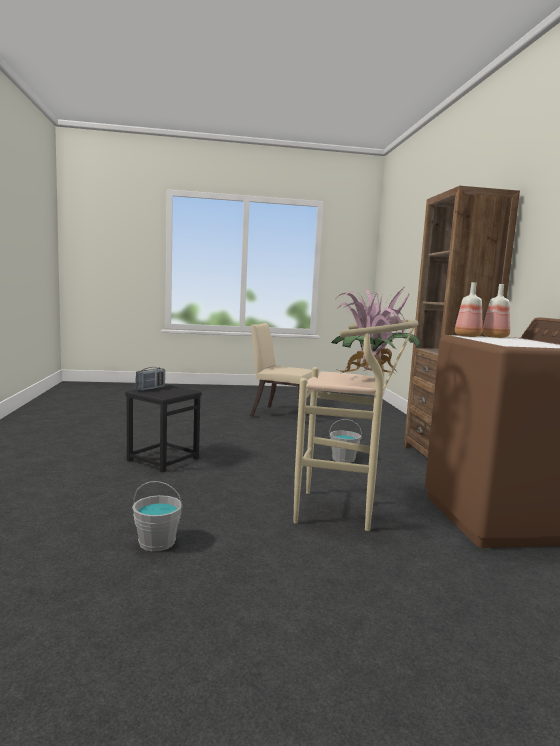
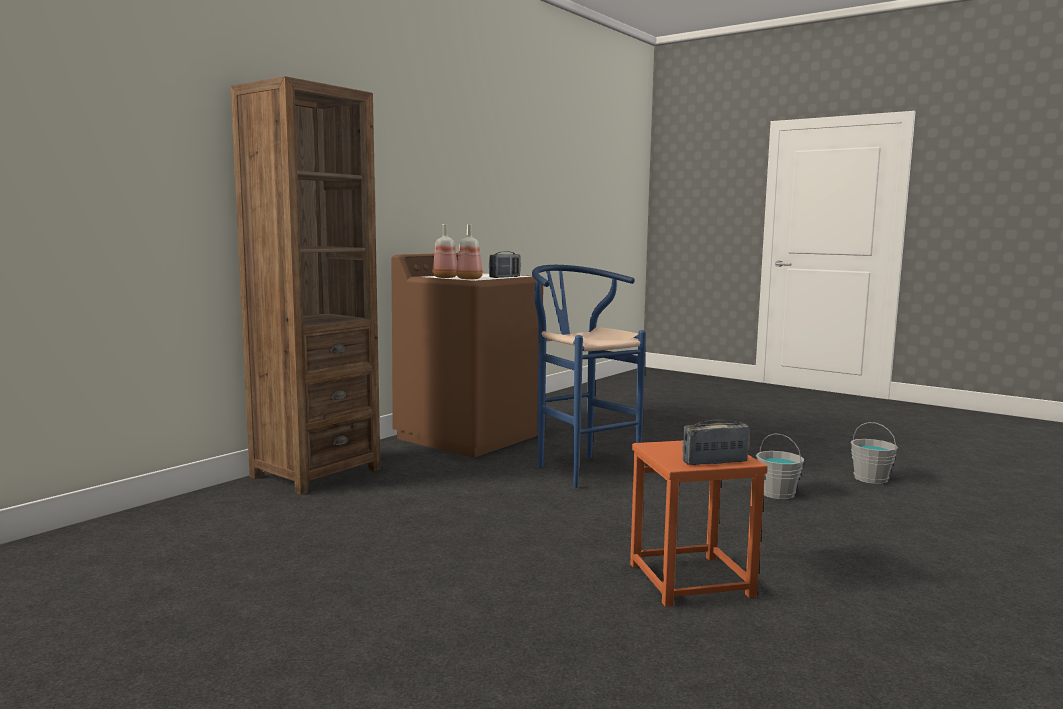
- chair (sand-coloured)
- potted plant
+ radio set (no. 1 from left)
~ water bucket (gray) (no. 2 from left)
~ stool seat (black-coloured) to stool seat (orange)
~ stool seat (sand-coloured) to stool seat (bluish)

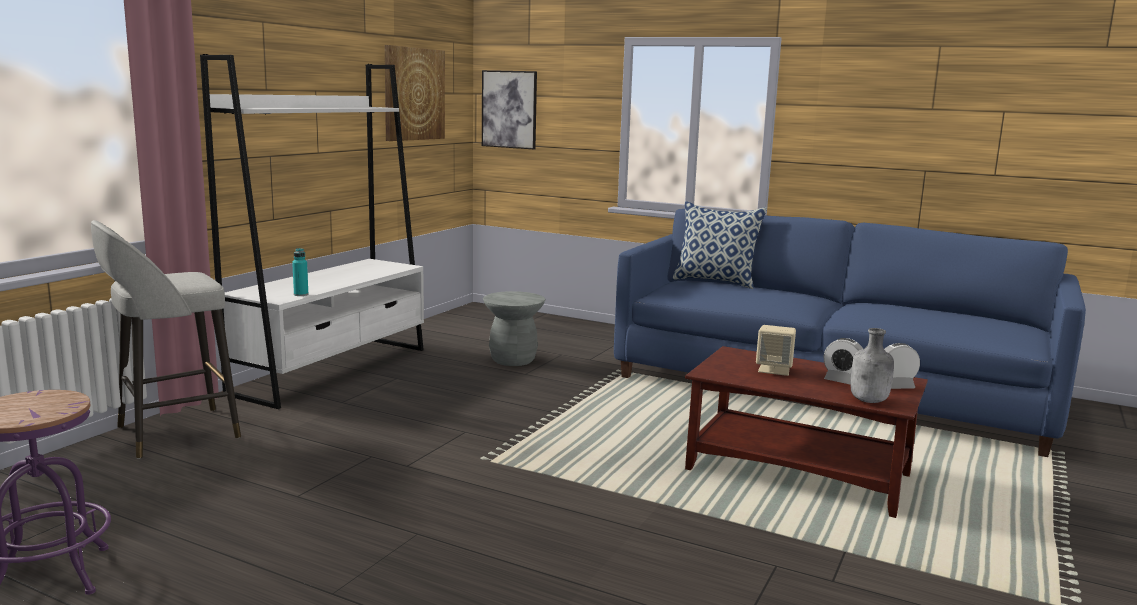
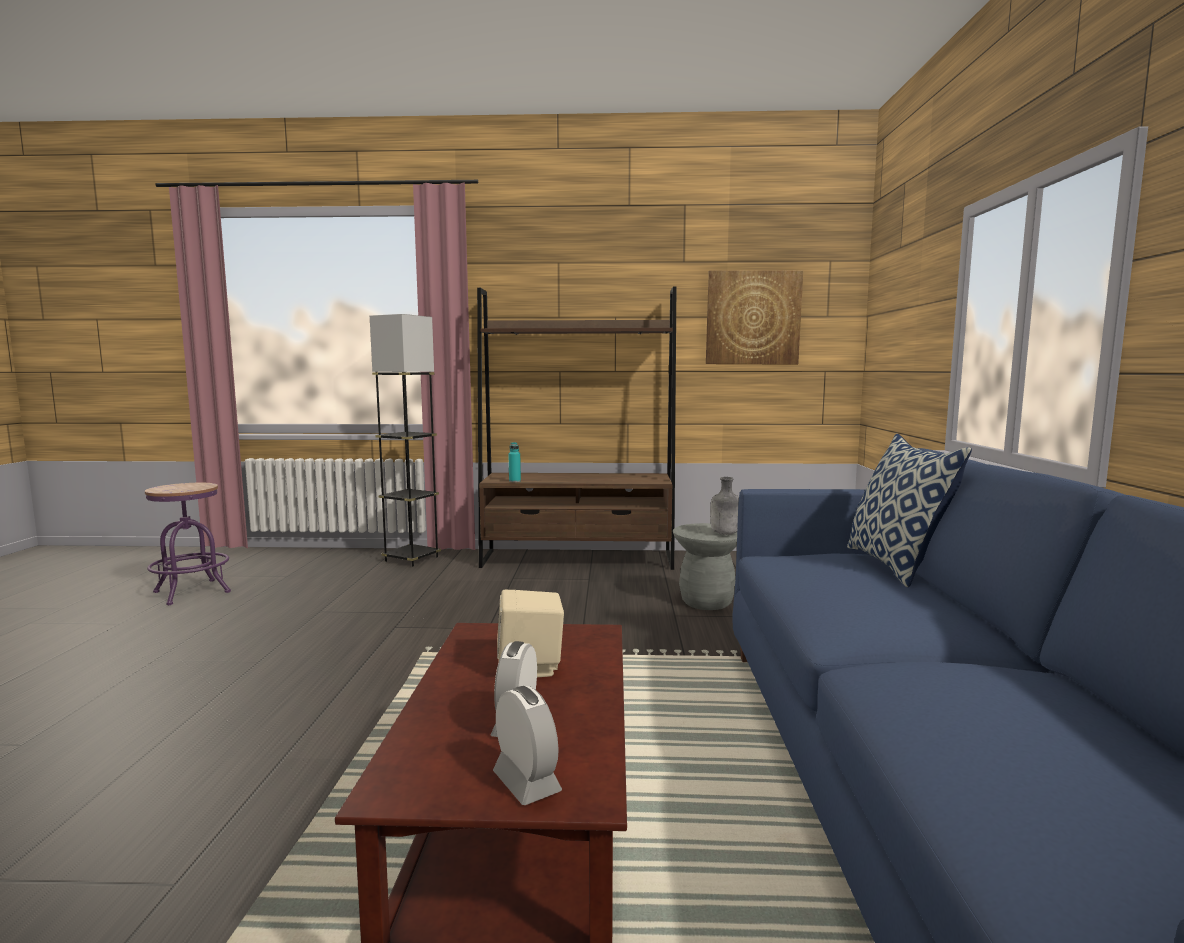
- wall picture (no. 2 from left)
~ beverage bottle (gray)
~ stool seat (gray) (no. 1 from left) to standing lamp (gray)
~ shelving unit (white) to shelving unit (brownish)

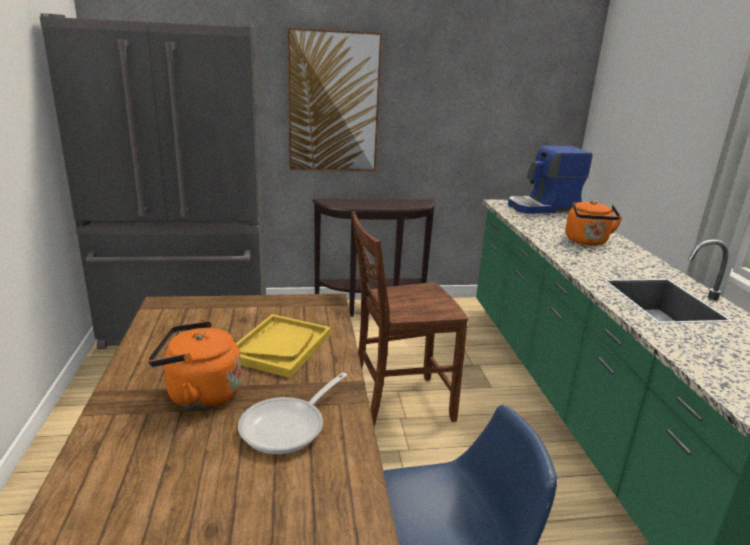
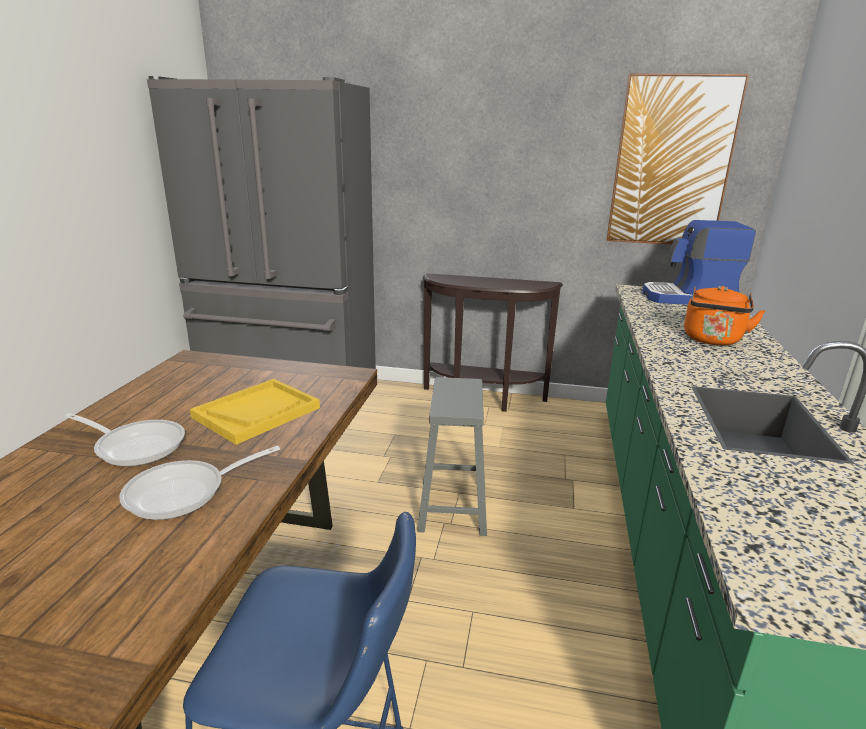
~ wall picture
~ tea kettle (orange) (no. 1 from left) to frying pan (no. 1 from left)
~ chair (brownish) to stool seat (gray)

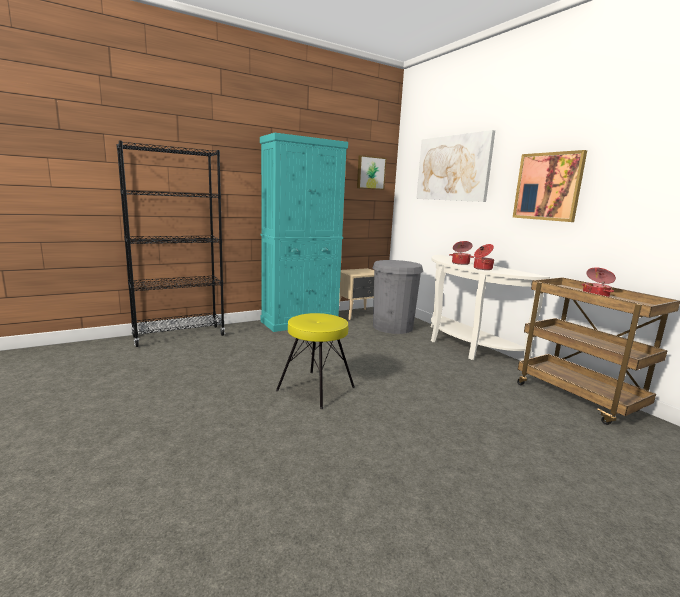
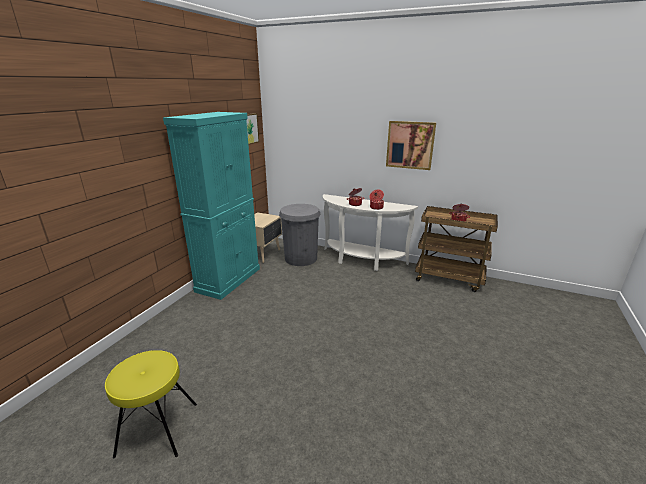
- shelving unit (black-coloured)
- wall picture (no. 2 from left)
~ stool seat (yellow-coloured)

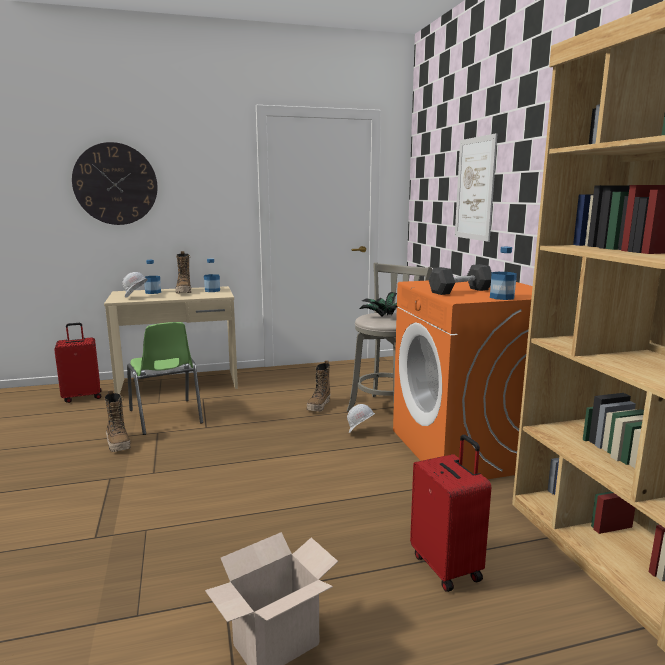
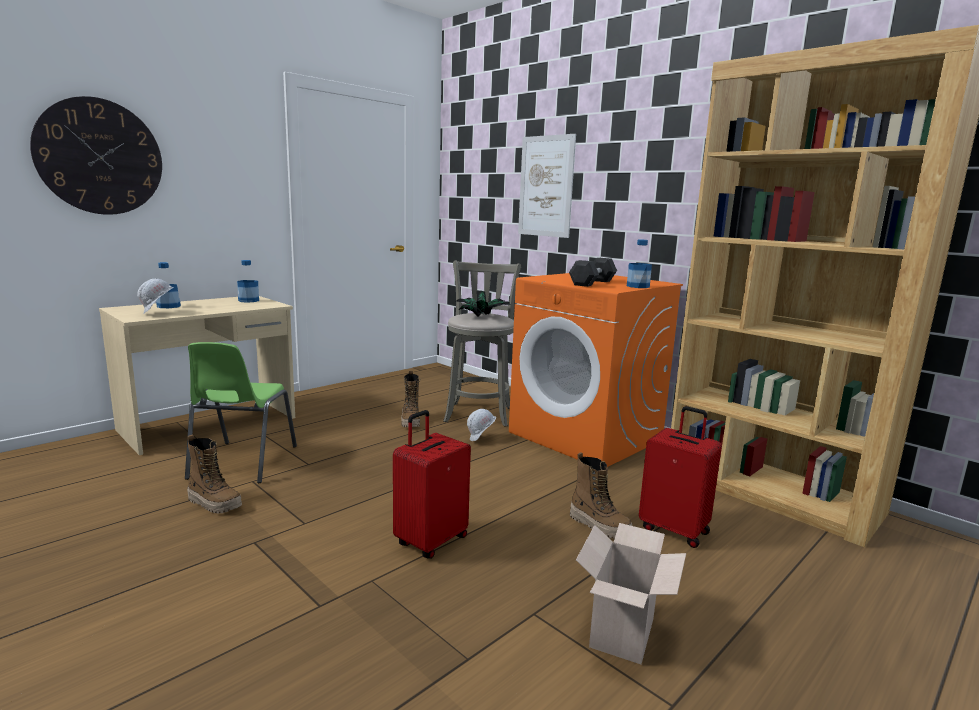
~ suitcase (red-coloured) (no. 1 from left)
~ tall boot (no. 2 from left in the first image) to tall boot (no. 3 from left)
~ chair (green-coloured) 60 degrees clockwise

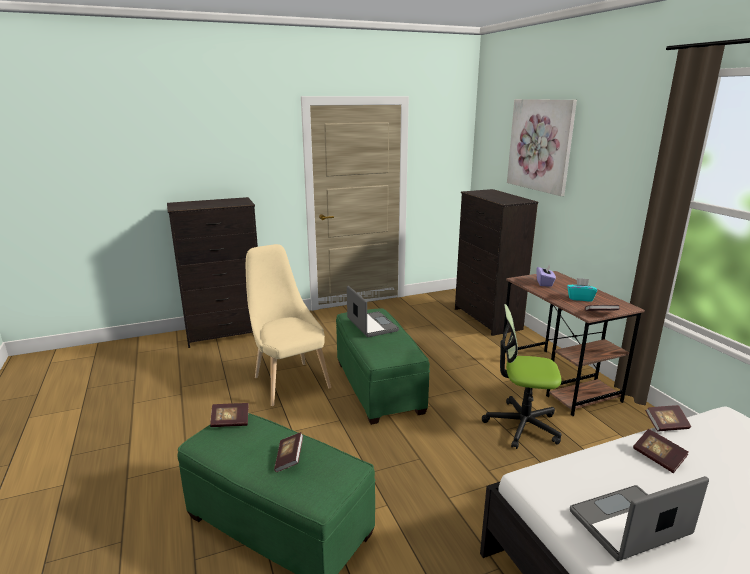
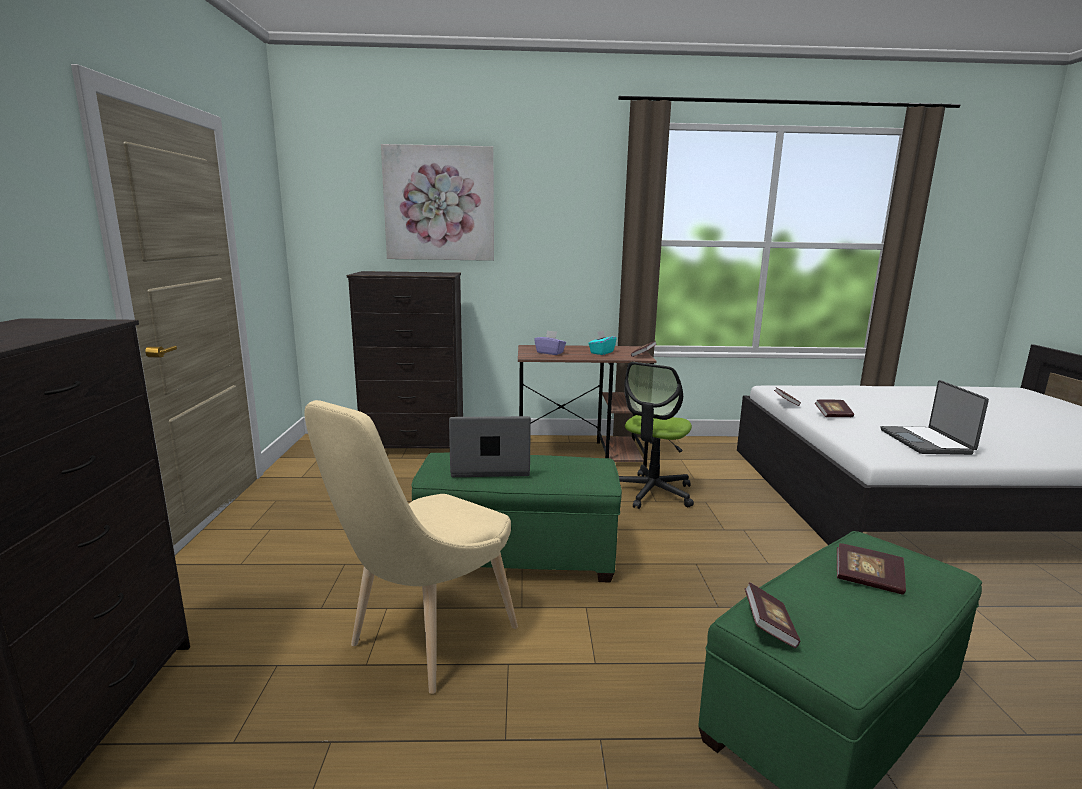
~ chair (sand-coloured) 45 degrees counterclockwise

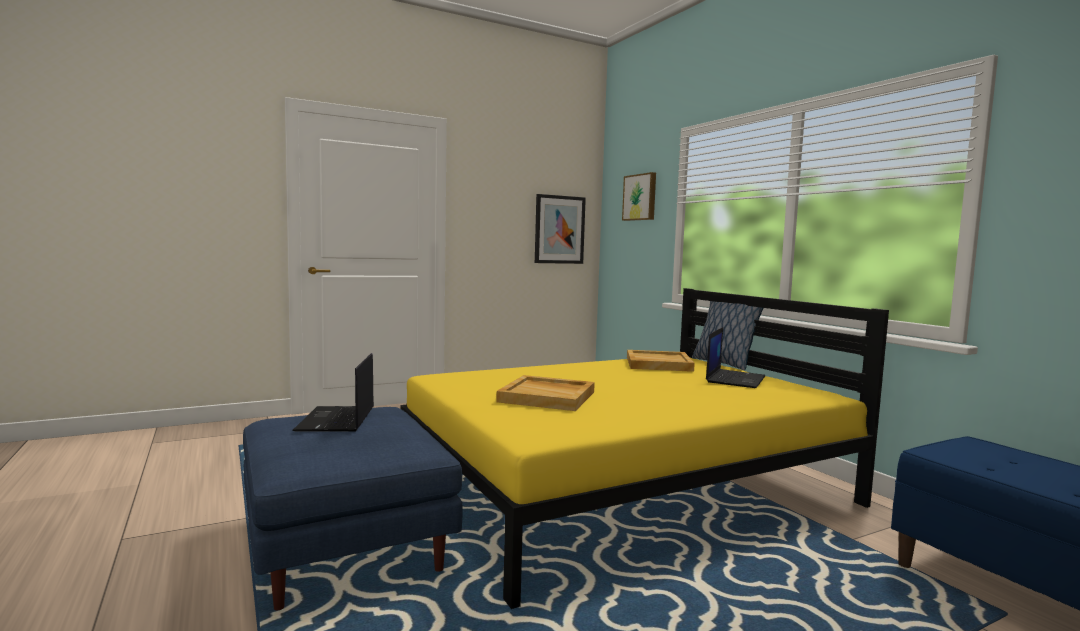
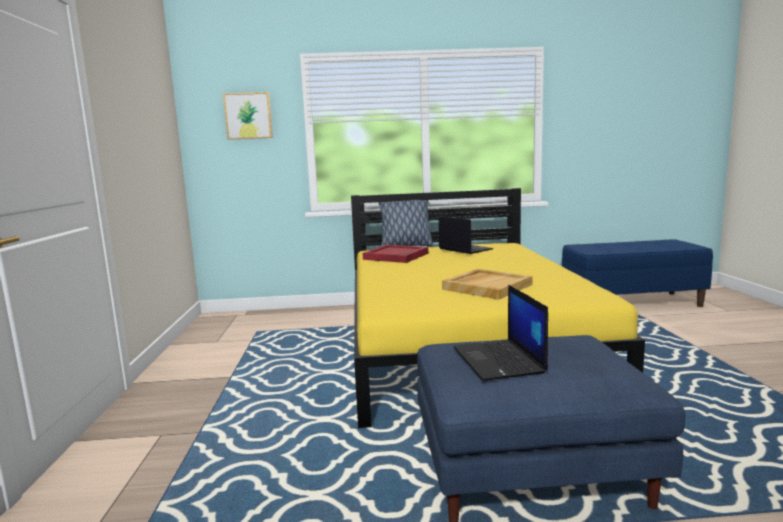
- wall picture (no. 1 from left)
~ serving tray (sand-coloured) (no. 2 from left) to serving tray (red-coloured)
~ portable computer (no. 1 from left in the first image) 60 degrees clockwise

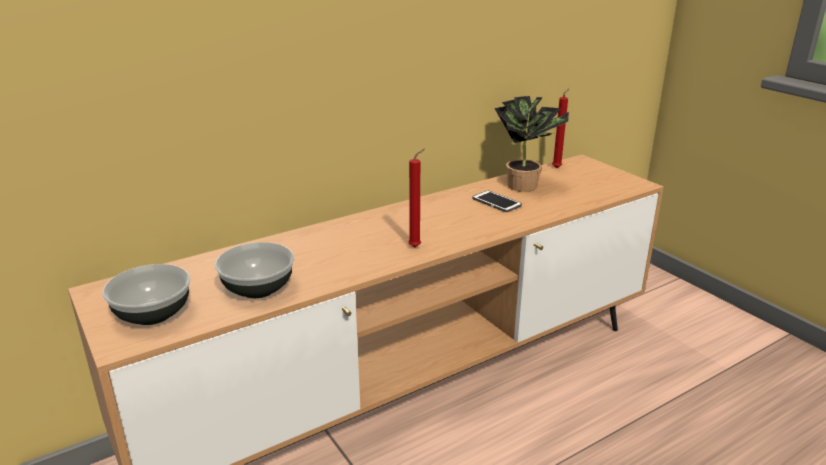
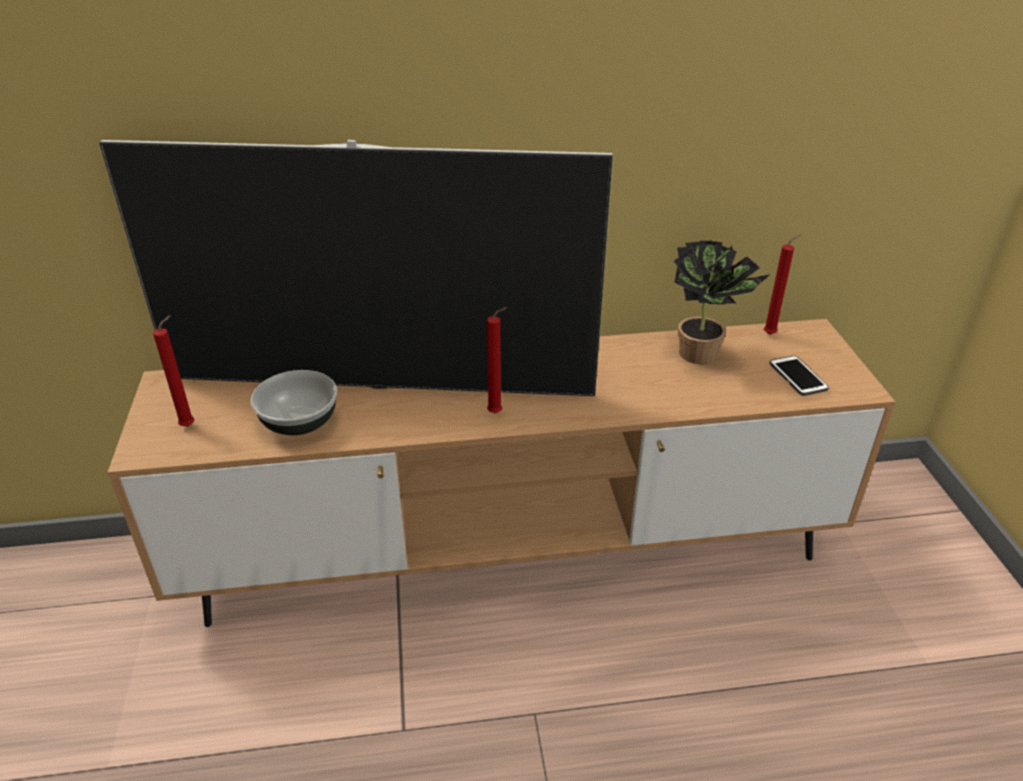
+ TV
~ telephone
~ serving bowl (no. 1 from left) to candle (red-coloured) (no. 1 from left)

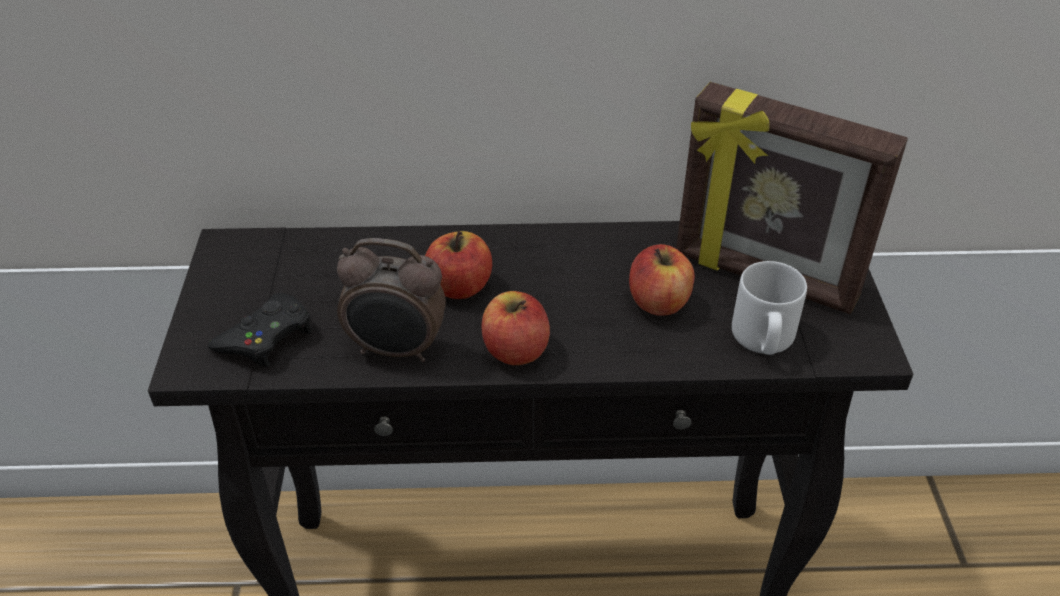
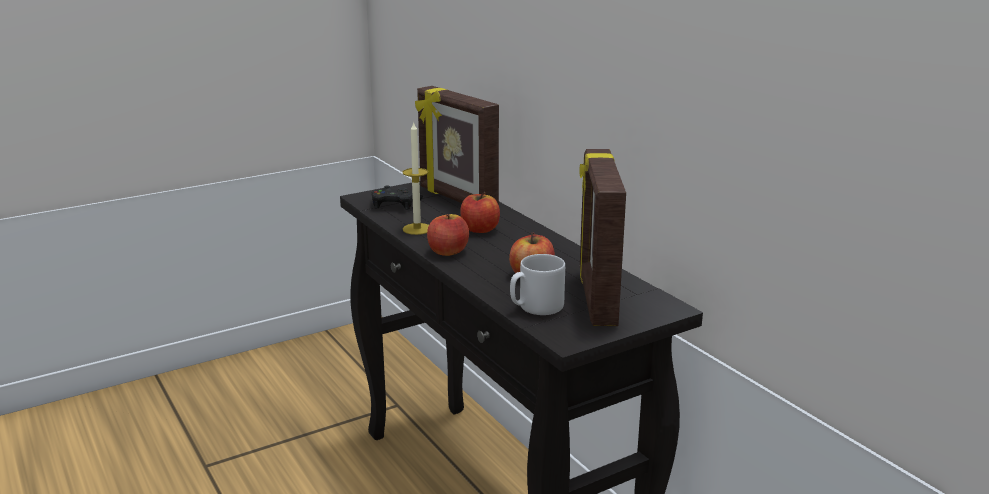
+ photo frame (no. 1 from left)
~ table clock to candle

